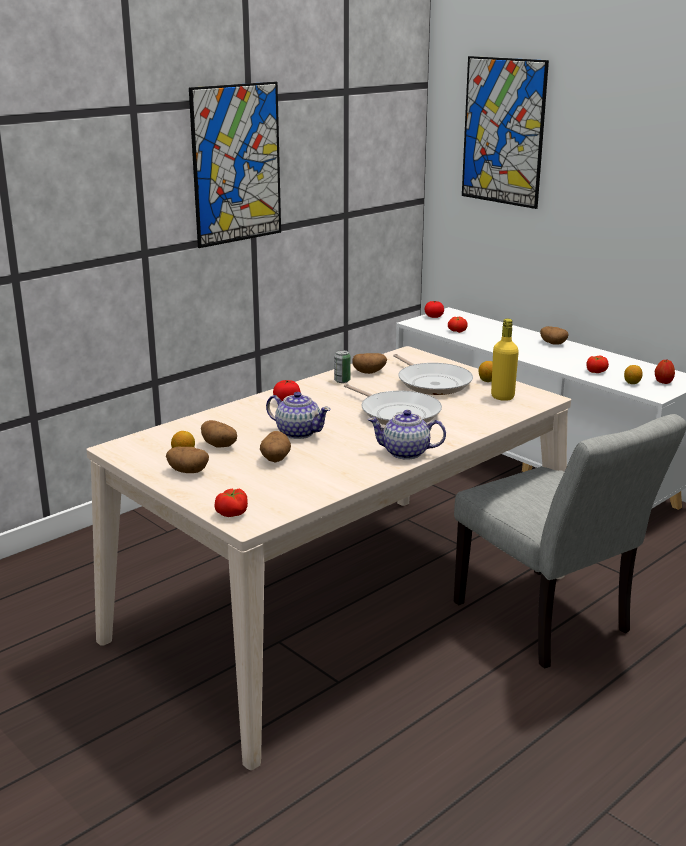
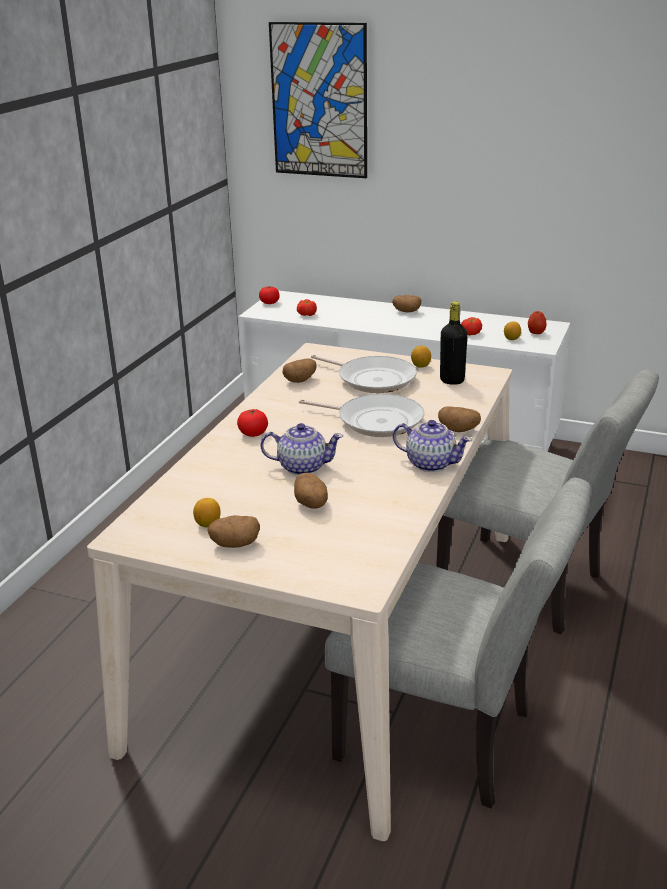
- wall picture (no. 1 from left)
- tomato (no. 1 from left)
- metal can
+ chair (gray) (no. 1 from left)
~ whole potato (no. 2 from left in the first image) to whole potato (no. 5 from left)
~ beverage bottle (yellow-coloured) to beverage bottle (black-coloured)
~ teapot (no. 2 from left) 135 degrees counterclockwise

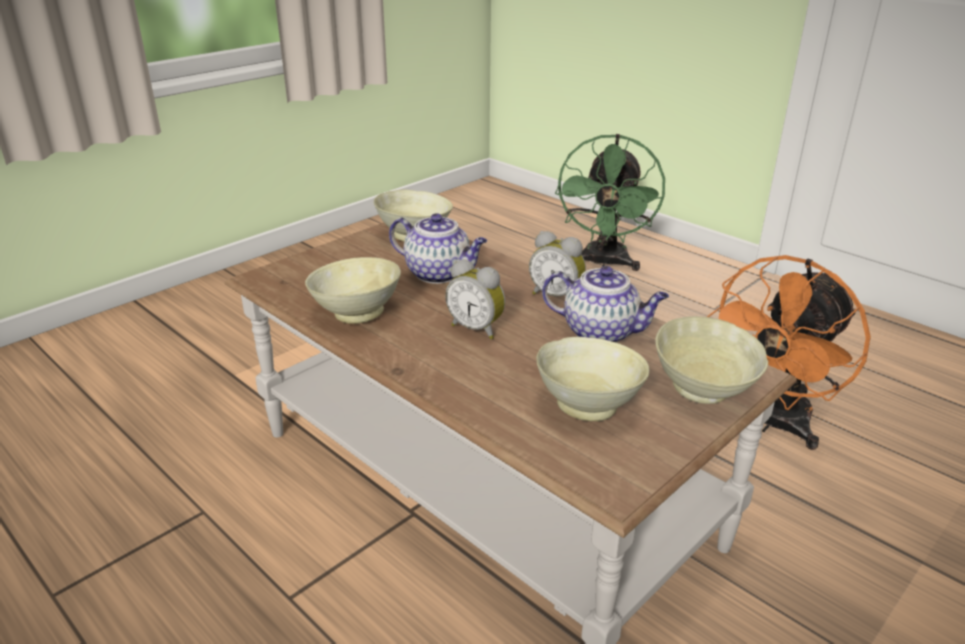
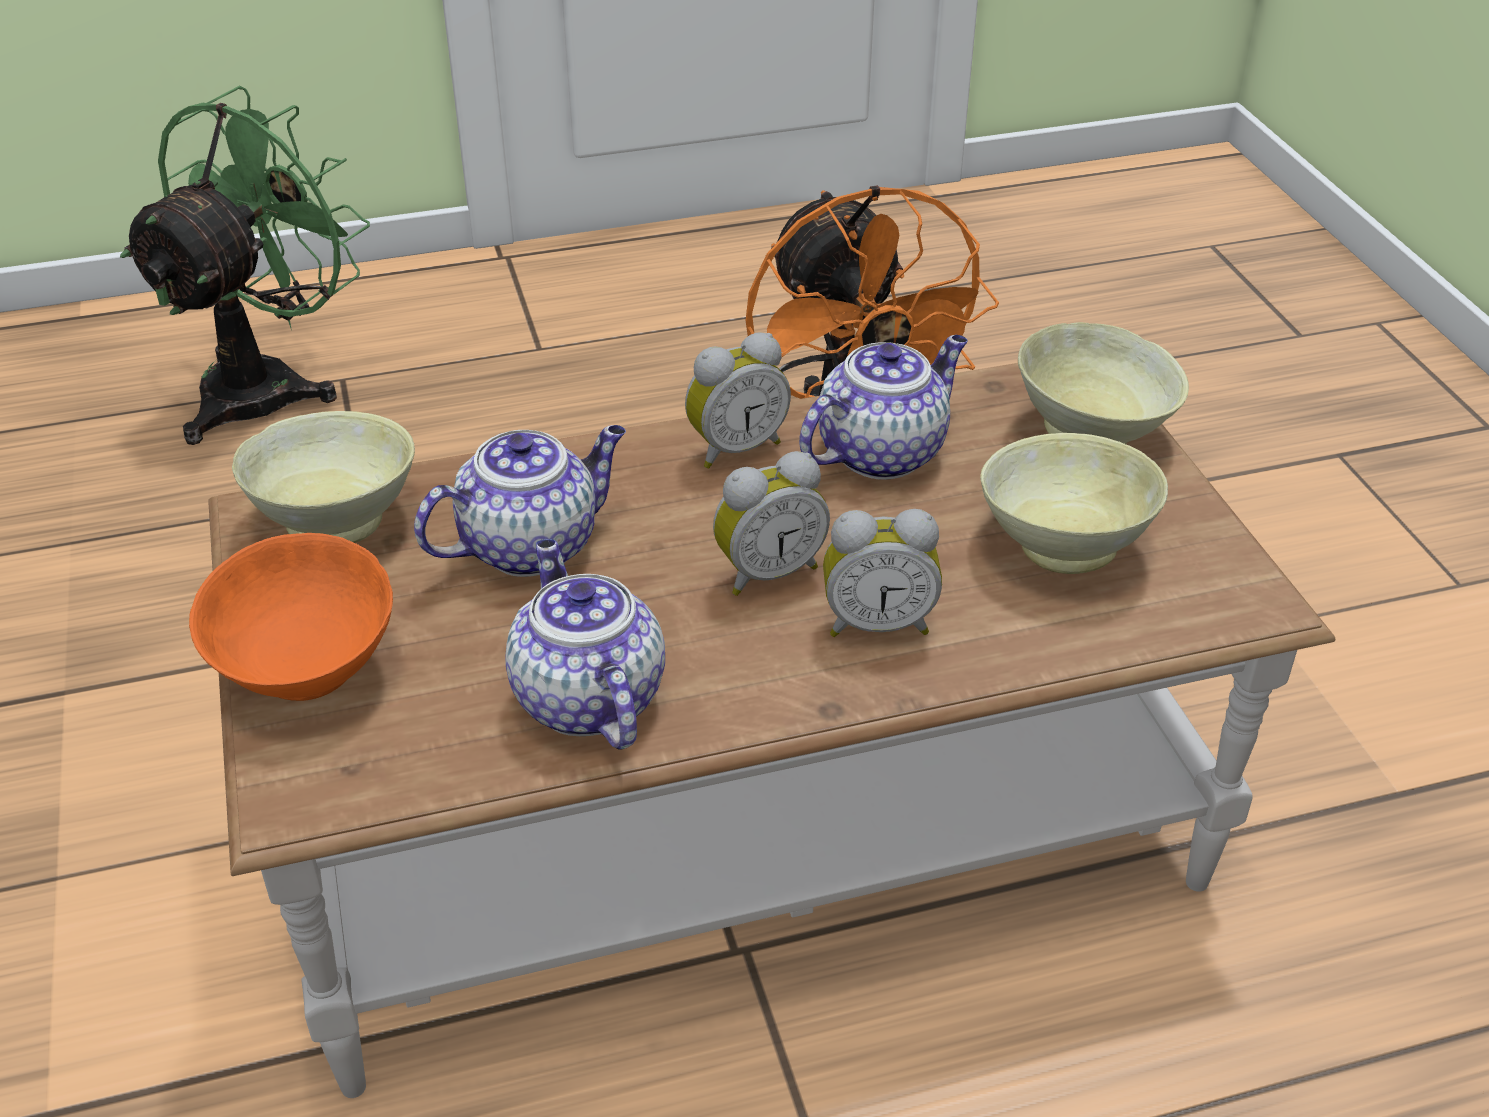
+ serving bowl (orange)
+ table clock (no. 3 from left)
~ serving bowl (sand-coloured) (no. 1 from left) to teapot (no. 2 from left)
~ electric fan (green-coloured) 105 degrees counterclockwise

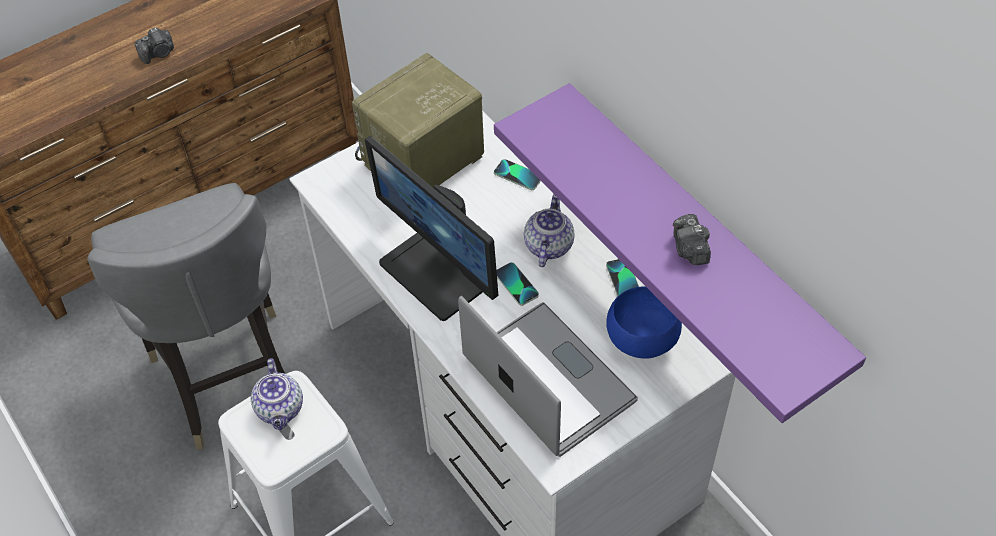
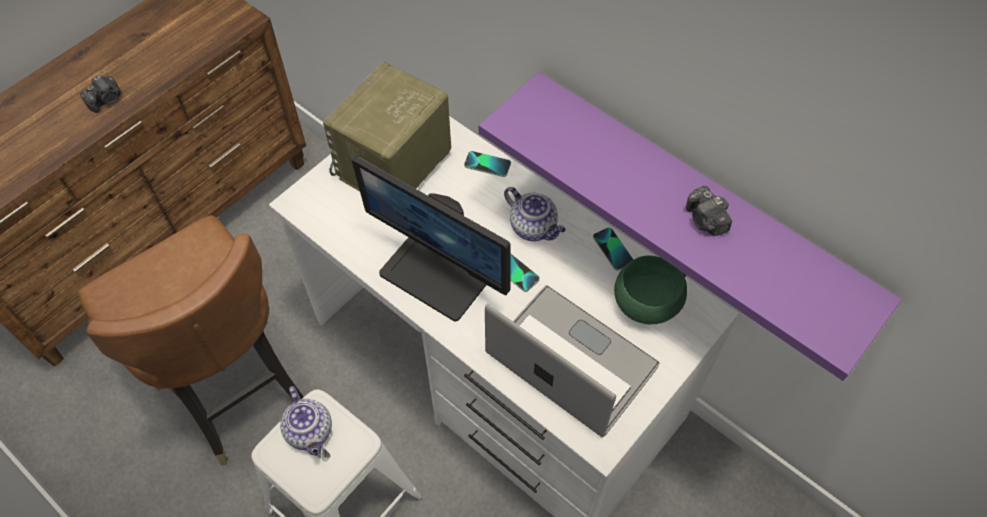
~ chair (gray) to chair (brownish)
~ serving bowl (bluish) to serving bowl (green-coloured)
~ teapot (no. 2 from left) 135 degrees clockwise

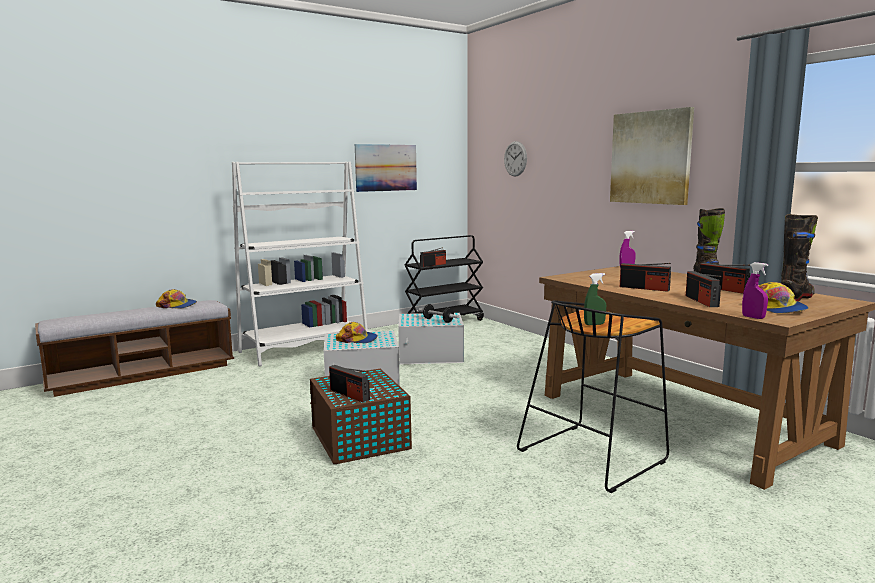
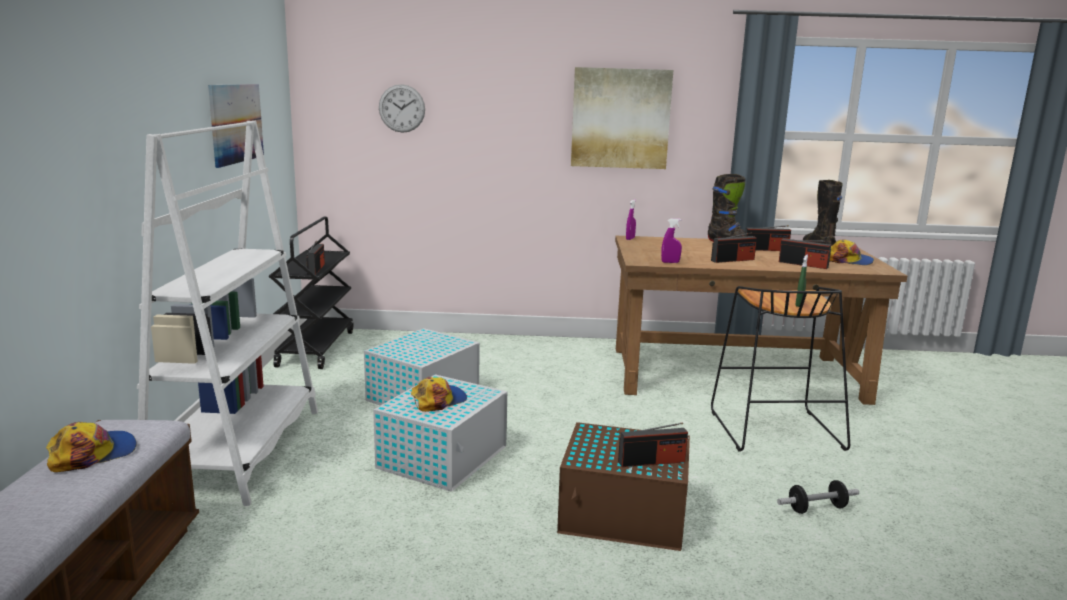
~ free weight
~ hand sprayer (purple-coloured) (no. 2 from left)

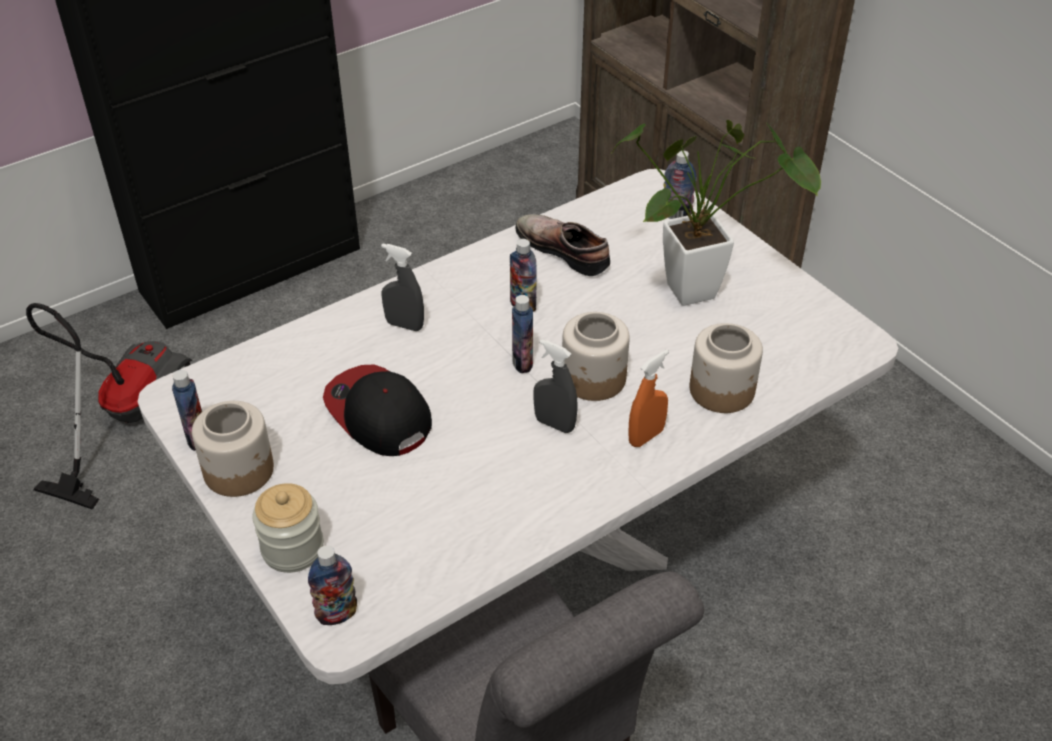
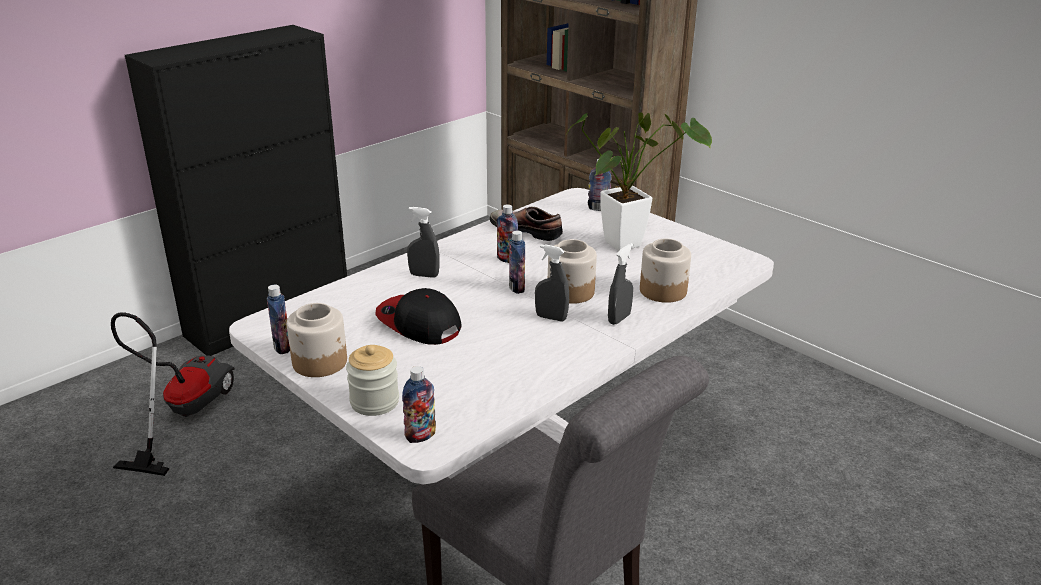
~ hand sprayer (orange) to hand sprayer (gray) (no. 3 from left)

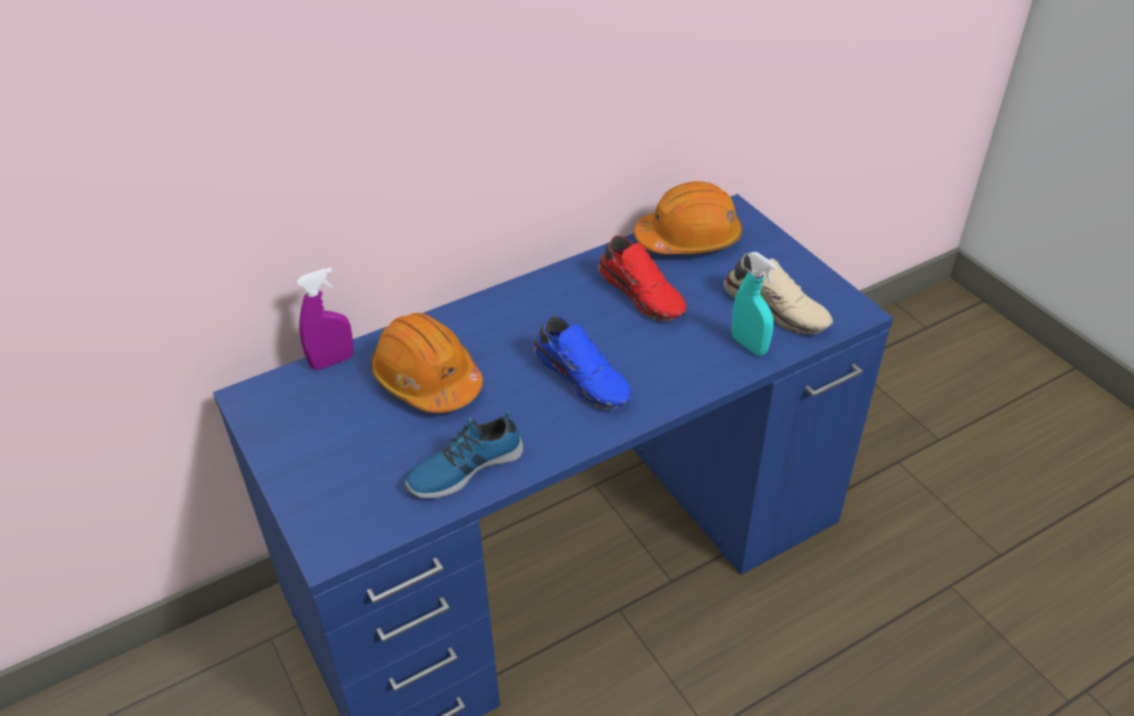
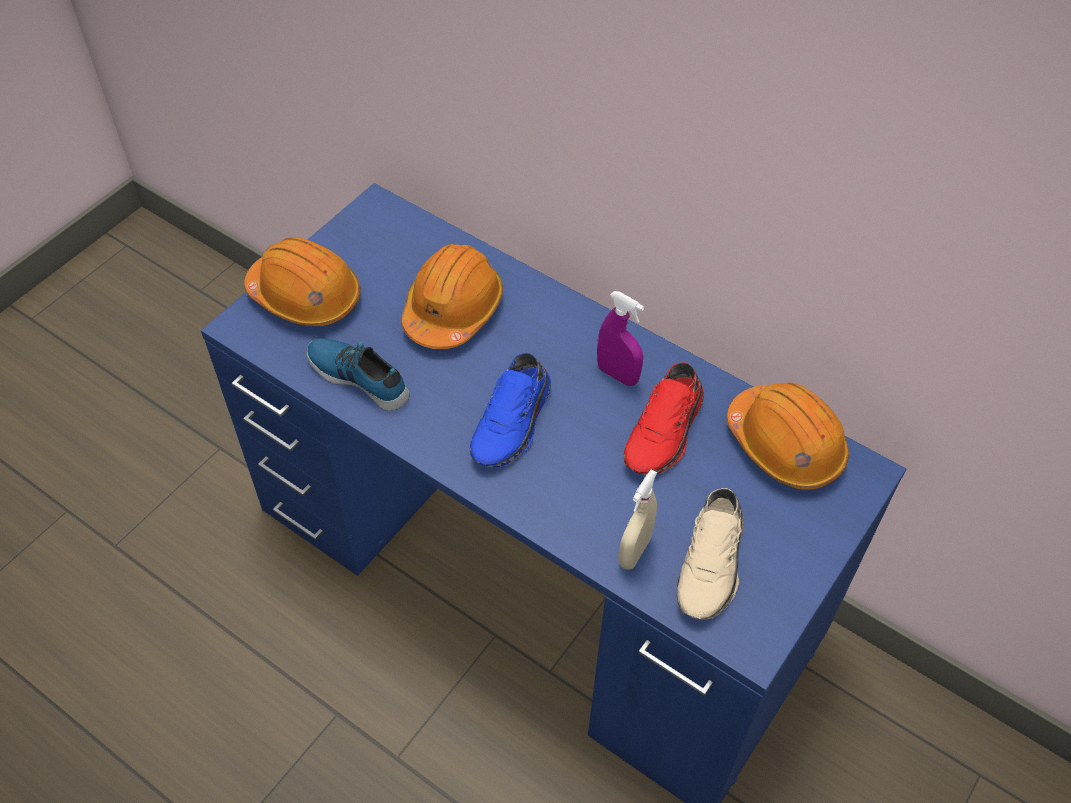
+ hard hat (orange) (no. 1 from left)
~ hand sprayer (purple-coloured)
~ hand sprayer (blue-green) to hand sprayer (sand-coloured)

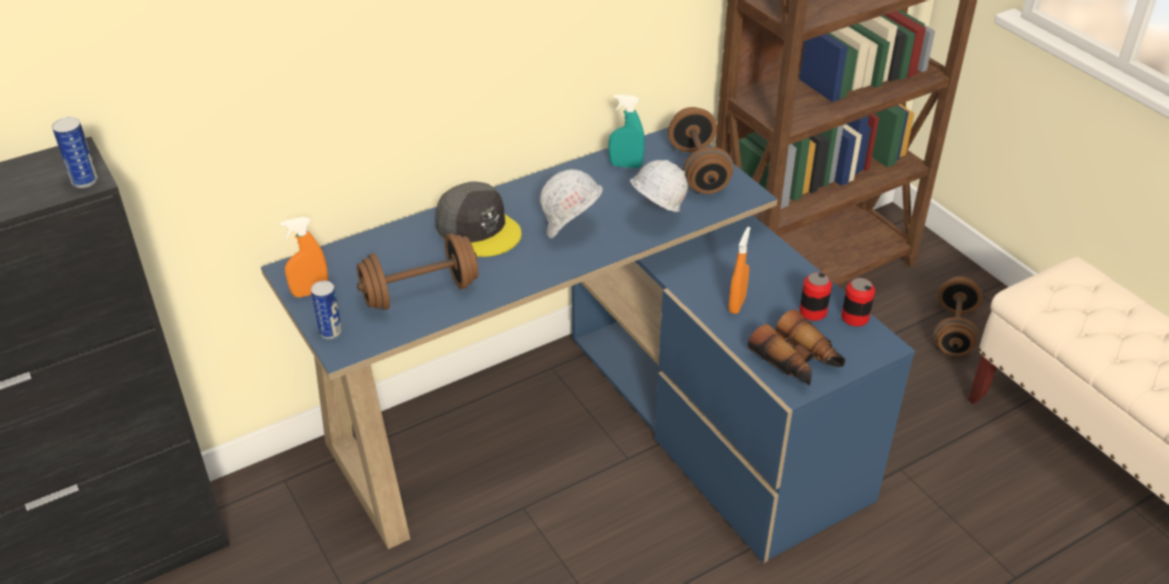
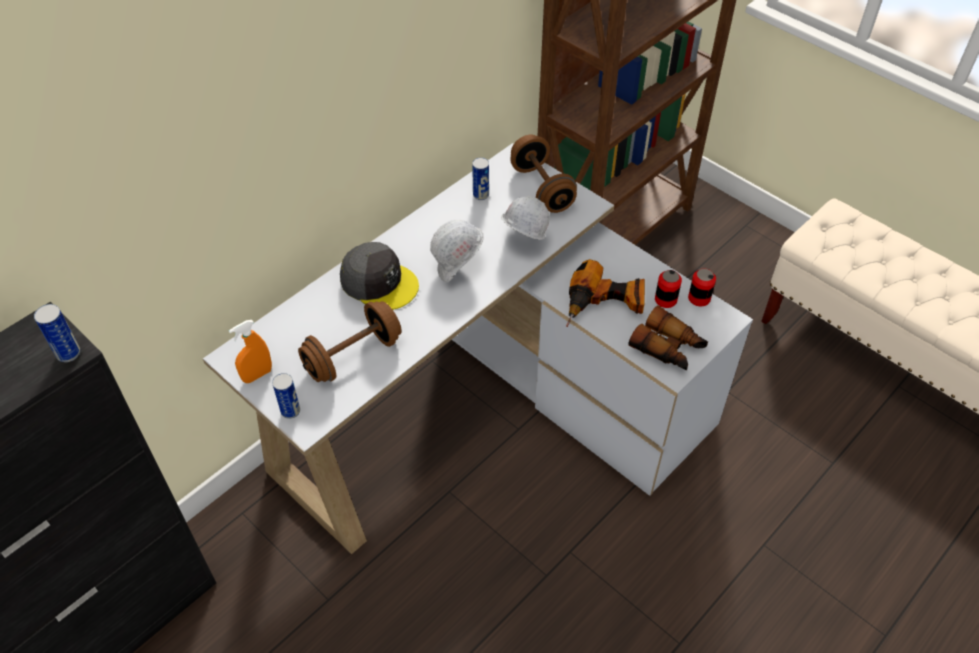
- free weight (brownish) (no. 3 from left)
~ hand sprayer (blue-green) to metal can (no. 3 from left)
~ hand sprayer (orange) (no. 2 from left) to electric drill
~ desk unit (bluish) to desk unit (white)

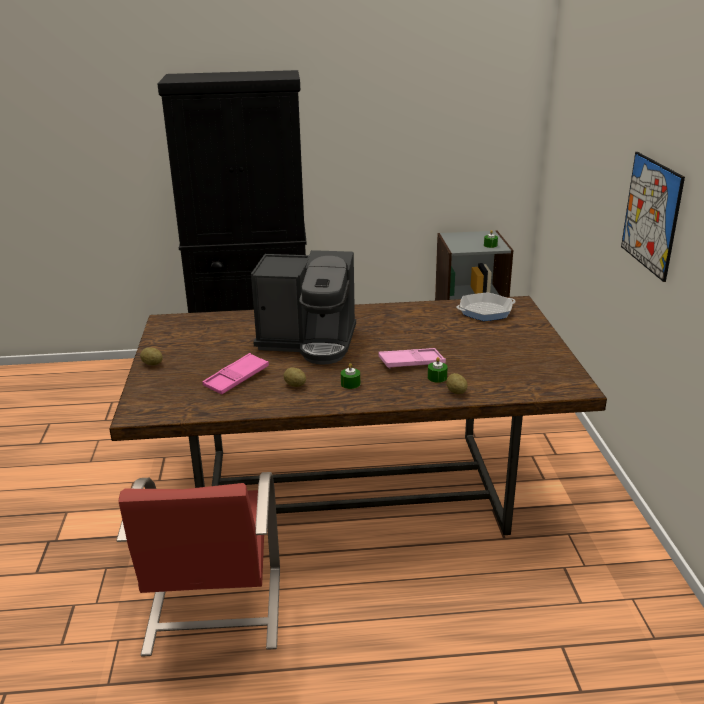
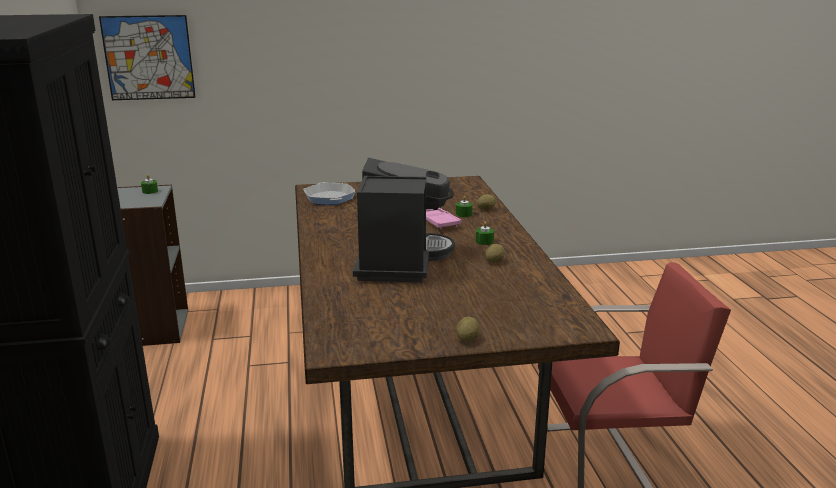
- serving tray (pink-coloured) (no. 1 from left)
~ wall picture

